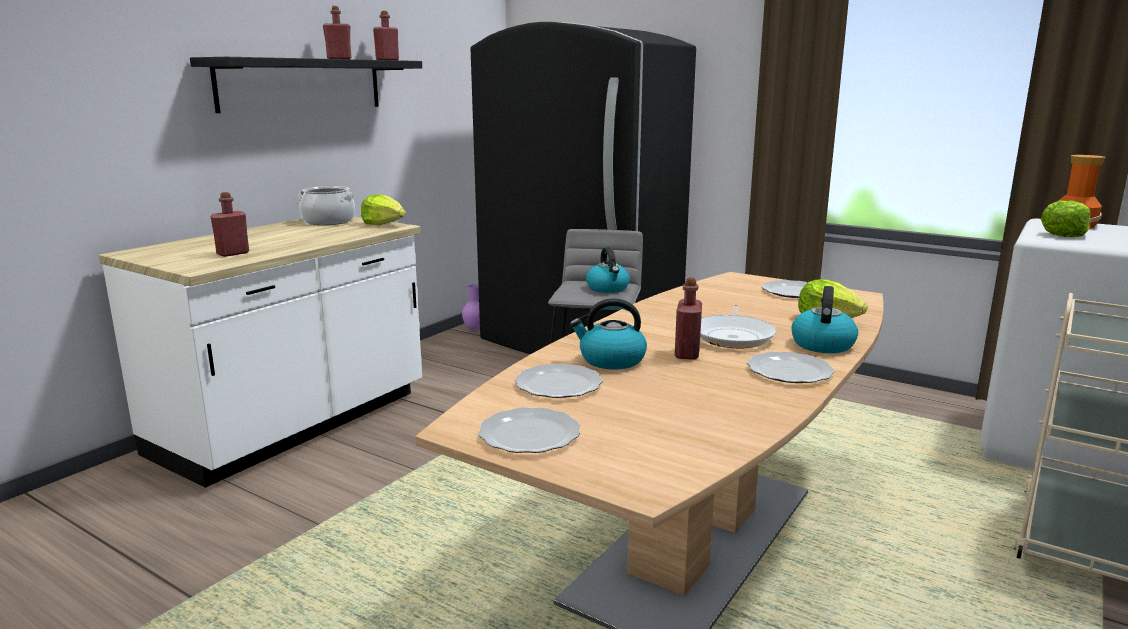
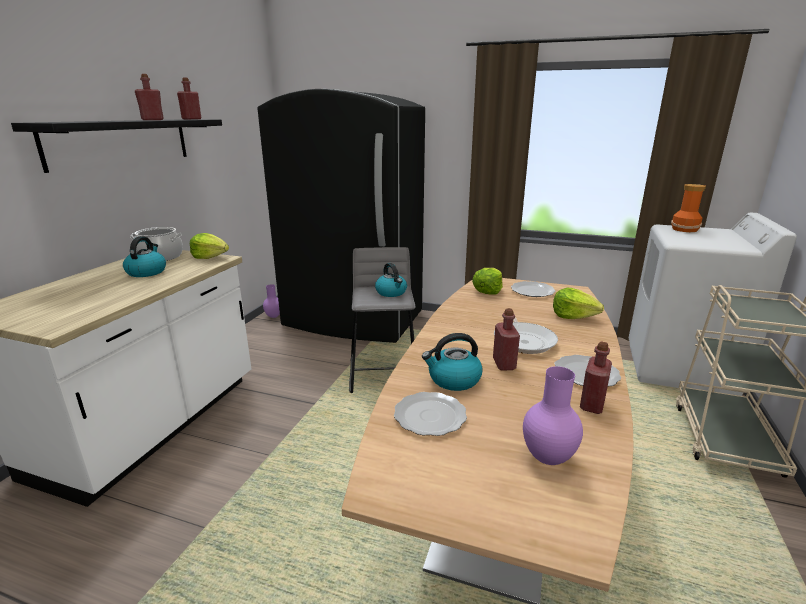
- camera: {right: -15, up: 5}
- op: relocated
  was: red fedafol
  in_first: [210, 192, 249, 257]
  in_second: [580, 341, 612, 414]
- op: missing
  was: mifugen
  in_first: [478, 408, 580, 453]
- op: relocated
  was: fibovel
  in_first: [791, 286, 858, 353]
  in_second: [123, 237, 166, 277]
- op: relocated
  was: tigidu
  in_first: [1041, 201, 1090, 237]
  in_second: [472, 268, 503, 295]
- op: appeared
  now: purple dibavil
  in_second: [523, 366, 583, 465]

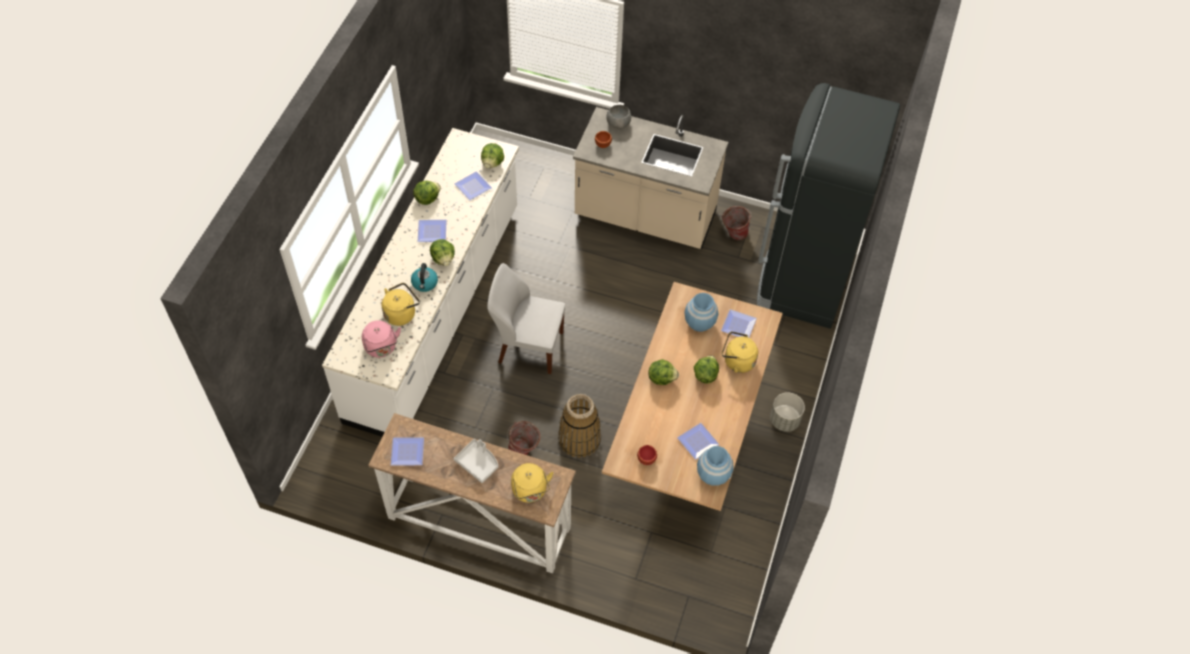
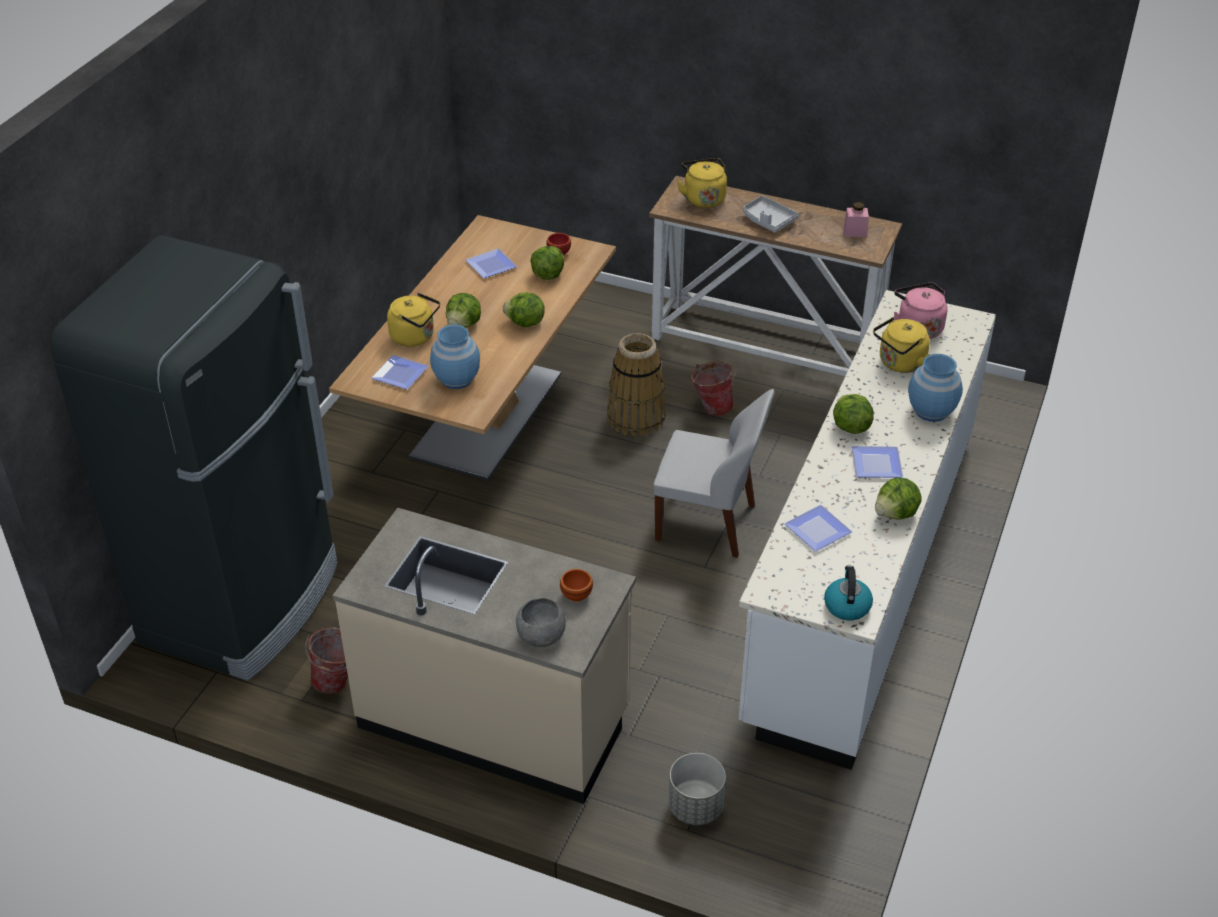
- camera: {right: -175, up: -15}
- op: exchanged
  was: mifugen
  now: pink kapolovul
  in_first: [391, 437, 424, 466]
  in_second: [844, 202, 869, 237]
- op: relocated
  was: fibovel
  in_first: [411, 263, 438, 292]
  in_second: [824, 565, 873, 621]
- op: relocated
  was: tigidu
  in_first: [481, 143, 504, 169]
  in_second: [531, 246, 564, 280]
- op: relocated
  was: blue dibavil
  in_first: [697, 446, 734, 486]
  in_second: [908, 354, 963, 422]
- op: relocated
  was: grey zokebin
  in_first: [770, 392, 805, 432]
  in_second: [669, 753, 726, 825]

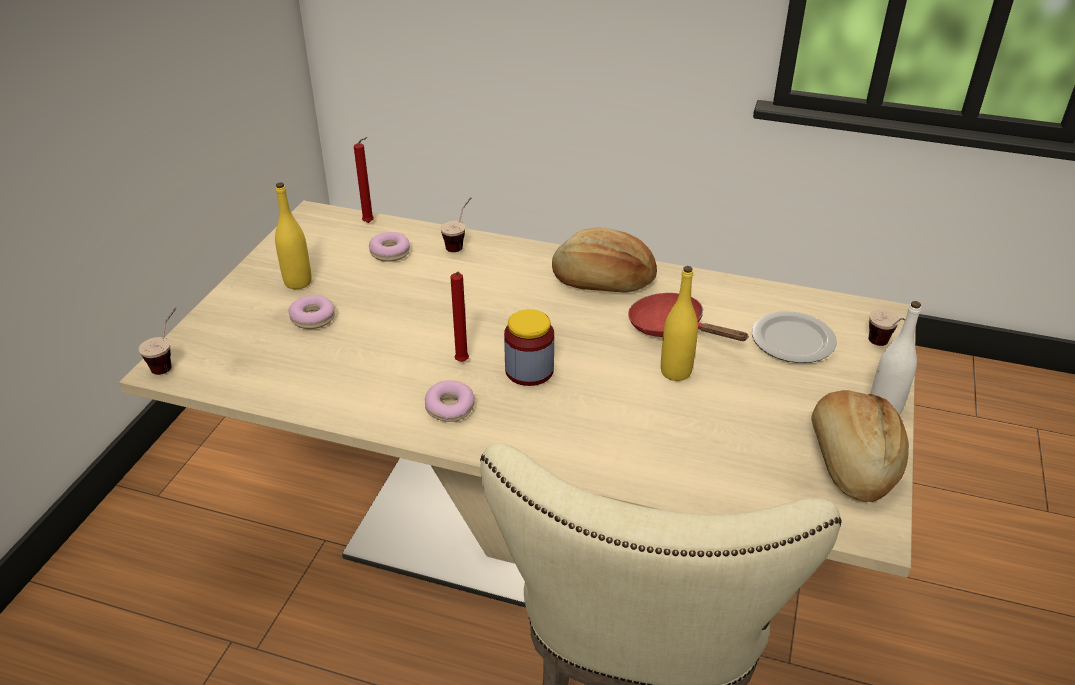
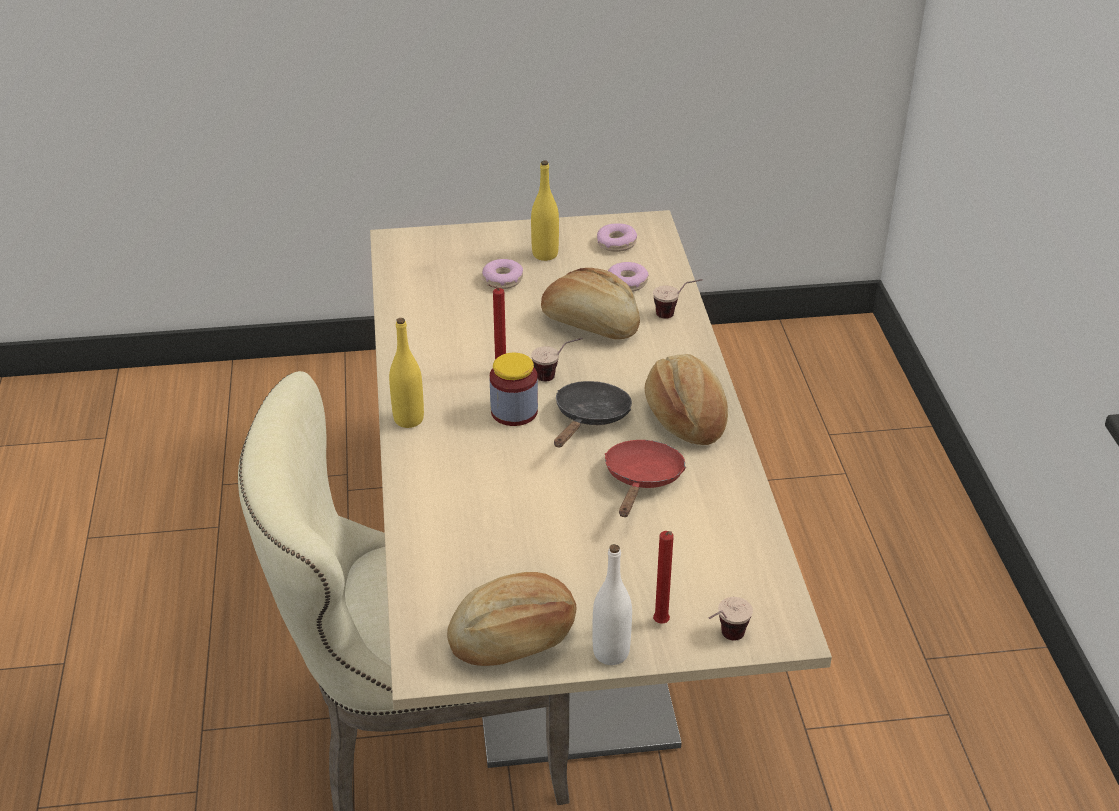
- camera: {right: 65, up: 0}
- op: relocated
  was: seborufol
  in_first: [139, 308, 176, 375]
  in_second: [531, 338, 583, 382]
- op: relocated
  was: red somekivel
  in_first: [354, 137, 374, 223]
  in_second: [653, 531, 674, 624]
- op: relocated
  was: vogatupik
  in_first: [425, 380, 475, 422]
  in_second: [597, 223, 637, 252]
- op: relocated
  was: yellow fedafol
  in_first: [661, 266, 698, 381]
  in_second: [389, 318, 424, 428]
- op: missing
  was: mifugen
  in_first: [752, 311, 837, 363]
- op: appeared
  now: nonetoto
  in_second: [541, 268, 640, 339]
- op: appeared
  now: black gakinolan
  in_second: [554, 381, 632, 447]

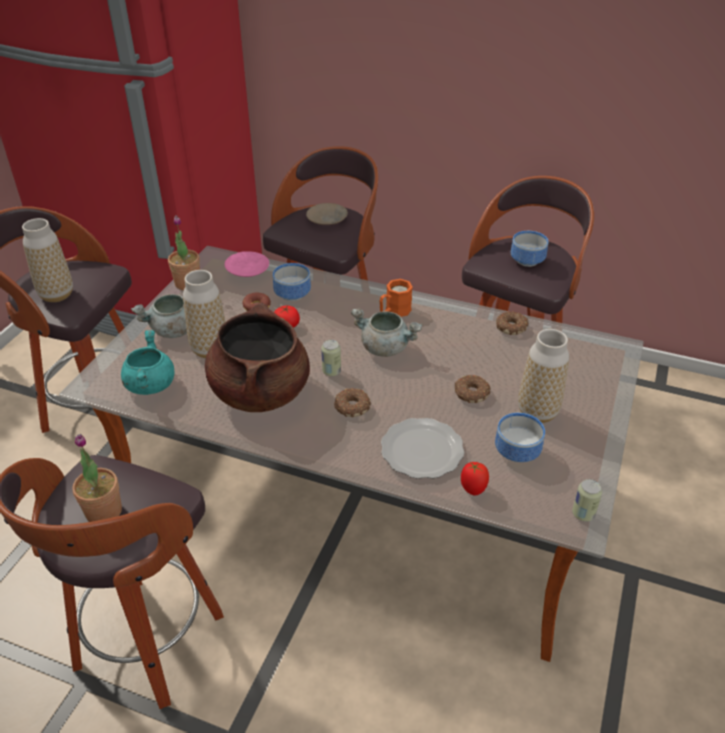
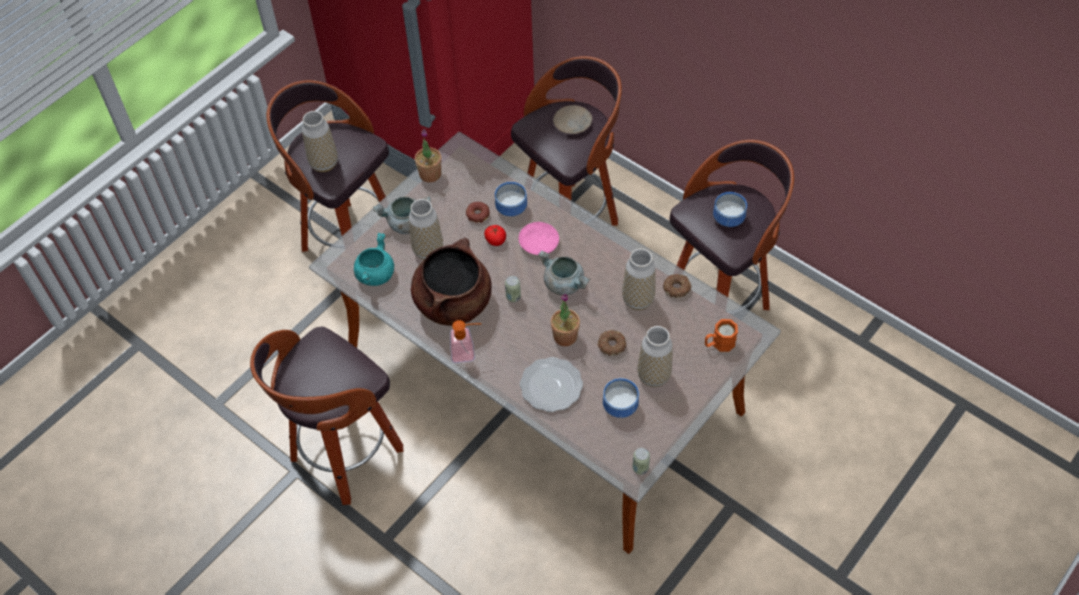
- camera: {right: 20, up: 15}
- op: relocated
  was: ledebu
  in_first: [72, 434, 122, 522]
  in_second: [551, 293, 580, 346]
- op: relocated
  was: pink mifugen
  in_first: [224, 251, 269, 277]
  in_second: [519, 222, 559, 255]
- op: missing
  was: vogatupik
  in_first: [334, 388, 371, 417]
- op: relocated
  was: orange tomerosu
  in_first: [380, 279, 413, 317]
  in_second: [705, 319, 738, 352]
- op: missing
  was: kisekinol
  in_first: [461, 461, 489, 496]
- op: appeared
  now: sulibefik
  in_second: [450, 320, 481, 363]
- op: appeared
  now: dibavil
  in_second: [622, 249, 656, 310]

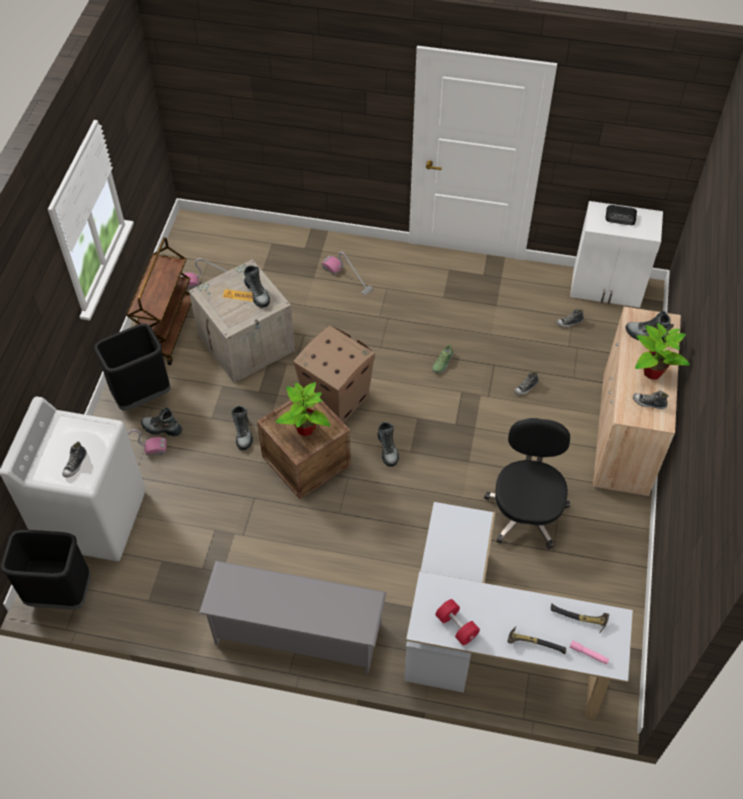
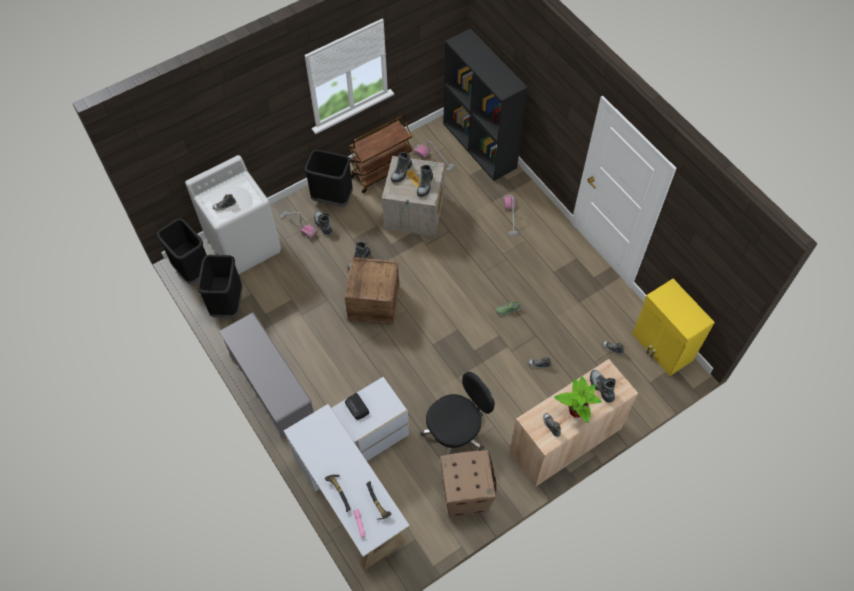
- camera: {right: 45, up: 5}
- op: missing
  was: ledebu
  in_first: [276, 382, 330, 436]
- op: relocated
  was: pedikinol
  in_first: [293, 325, 375, 423]
  in_second: [441, 450, 496, 517]
- op: relocated
  was: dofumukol
  in_first: [378, 422, 399, 467]
  in_second: [391, 152, 412, 183]
- op: missing
  was: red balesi
  in_first: [435, 599, 480, 645]
- op: colour
  was: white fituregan
  now: yellow fituregan
  in_first: [570, 201, 663, 307]
  in_second: [632, 279, 715, 376]
- op: relocated
  was: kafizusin
  in_first: [606, 205, 637, 225]
  in_second: [345, 393, 369, 420]
- op: appeared
  now: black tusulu
  in_second: [197, 255, 242, 318]
- op: appeared
  now: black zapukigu
  in_second: [443, 28, 528, 181]

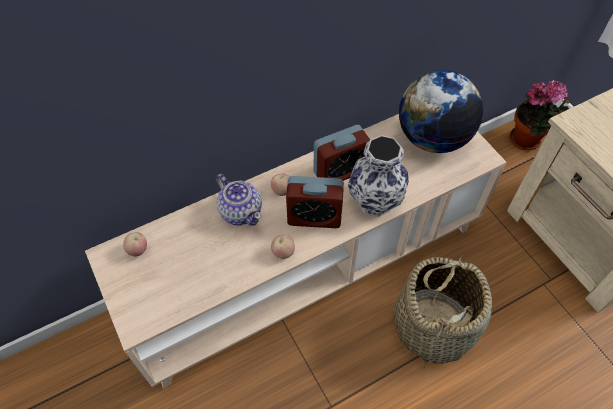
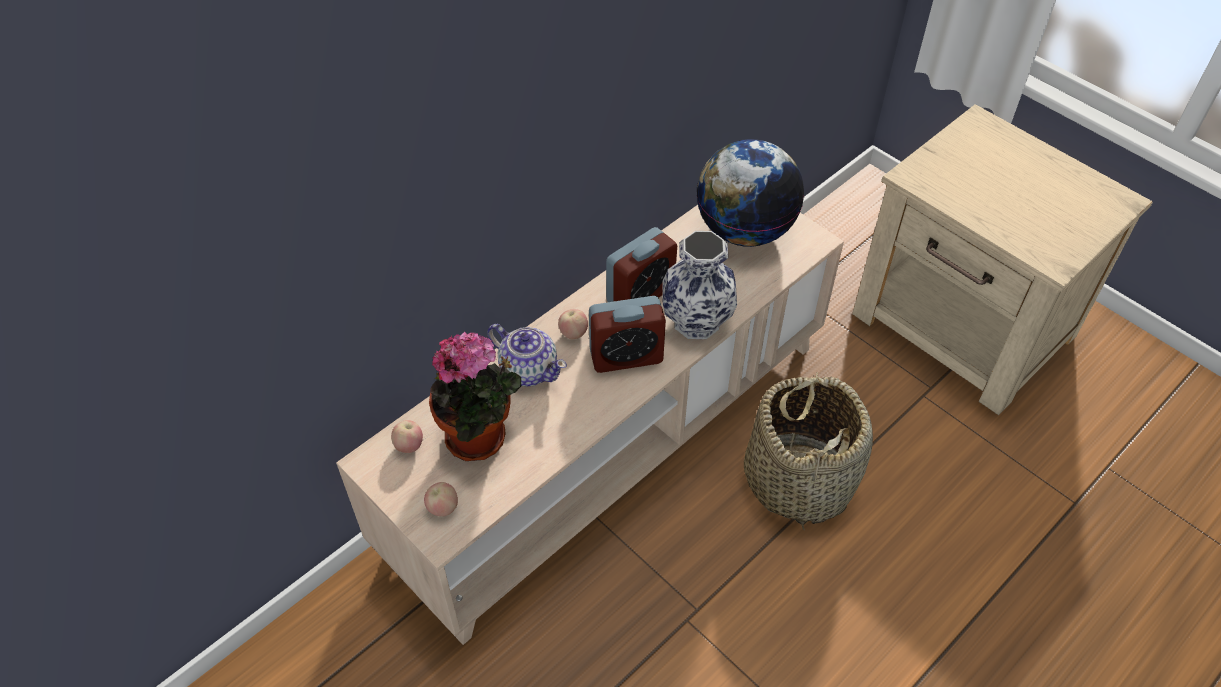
- camera: {right: -15, up: -5}
- op: relocated
  was: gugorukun
  in_first: [271, 235, 295, 259]
  in_second: [424, 482, 458, 517]
- op: relocated
  was: ledebu
  in_first: [509, 80, 569, 150]
  in_second: [429, 332, 521, 461]

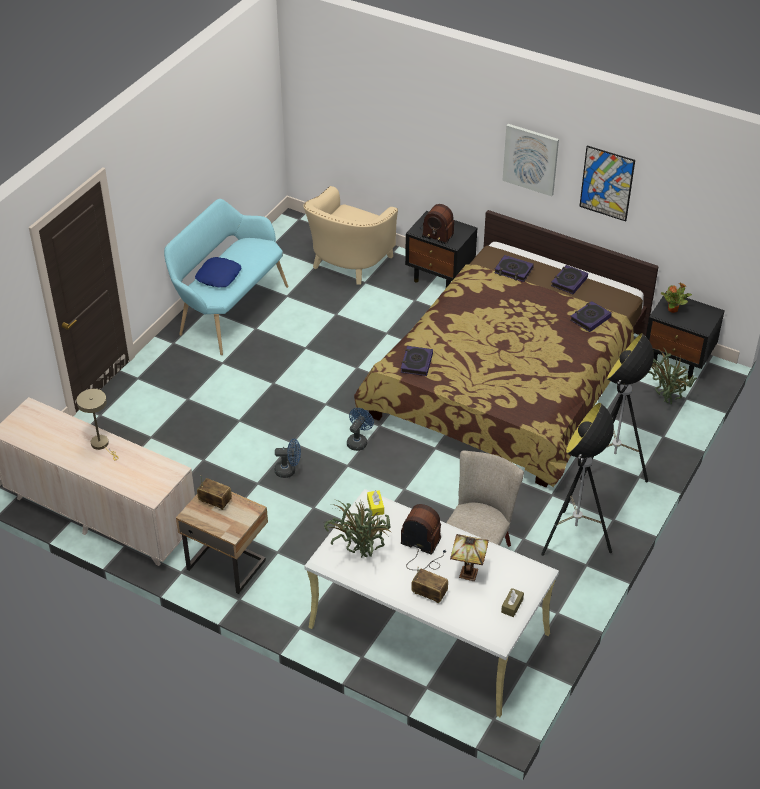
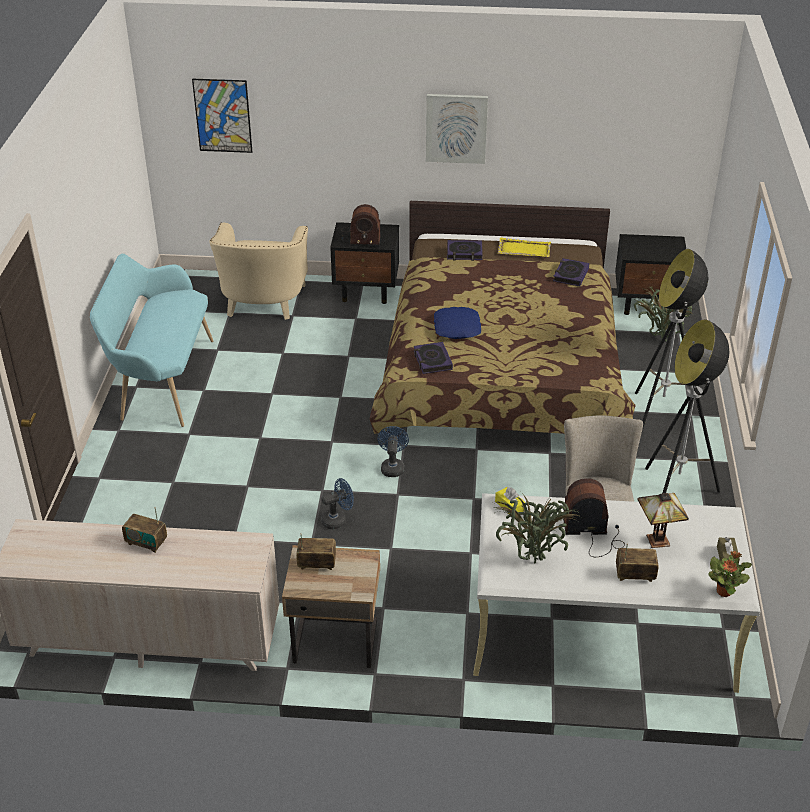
- camera: {right: -25, up: -5}
- op: exchanged
  was: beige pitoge
  now: kafizusin
  in_first: [76, 389, 119, 460]
  in_second: [122, 507, 167, 553]
- op: relocated
  was: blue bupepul
  in_first: [195, 257, 241, 287]
  in_second: [434, 307, 481, 339]
- op: exchanged
  was: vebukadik
  now: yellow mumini
  in_first: [551, 265, 588, 294]
  in_second: [498, 238, 551, 257]
- op: relocated
  was: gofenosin
  in_first: [579, 146, 635, 221]
  in_second: [192, 79, 252, 153]
- op: relocated
  was: ledebu
  in_first: [661, 283, 692, 313]
  in_second: [708, 551, 752, 597]

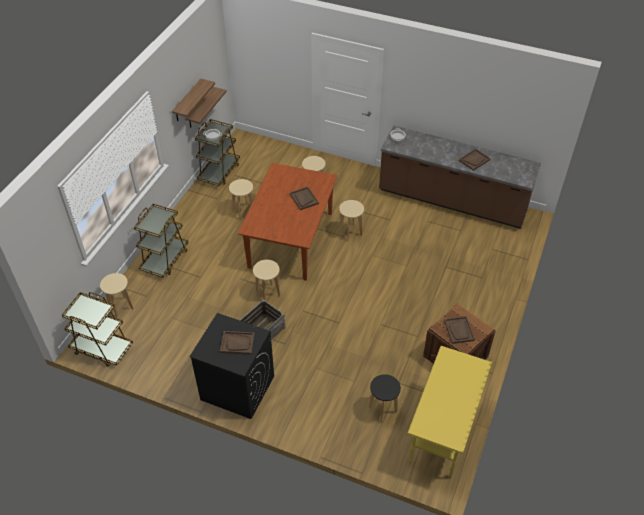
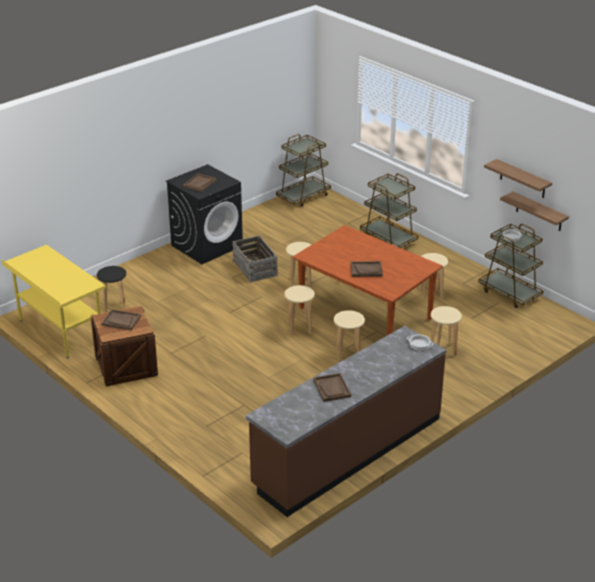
- camera: {right: 115, up: -15}
- op: relocated
  was: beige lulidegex
  in_first: [100, 273, 134, 317]
  in_second: [285, 285, 315, 335]

